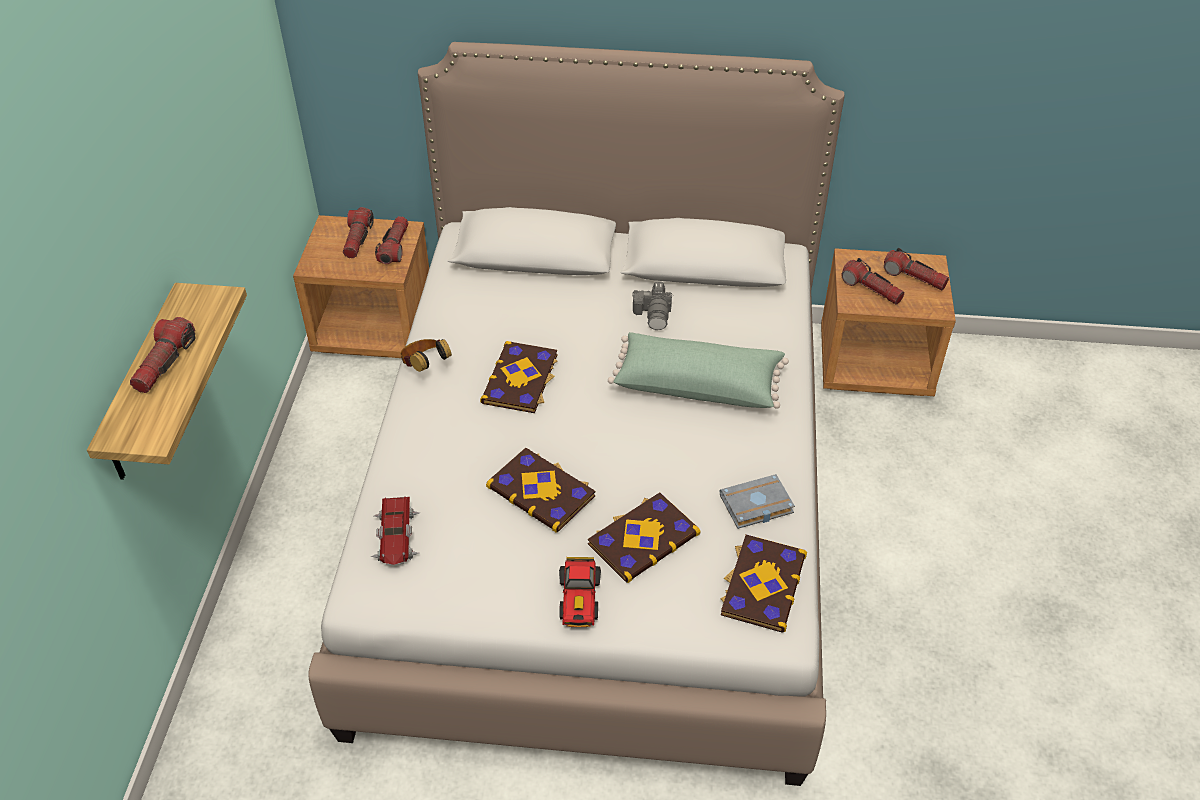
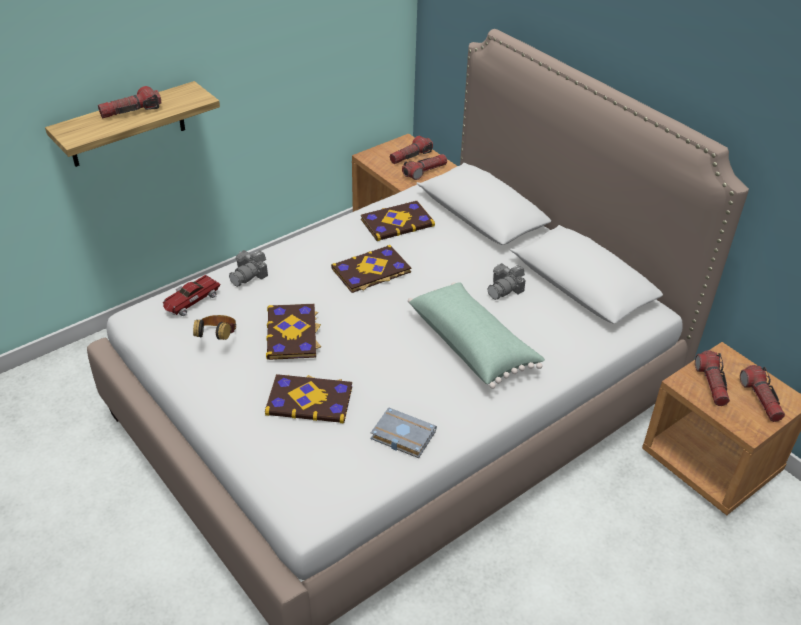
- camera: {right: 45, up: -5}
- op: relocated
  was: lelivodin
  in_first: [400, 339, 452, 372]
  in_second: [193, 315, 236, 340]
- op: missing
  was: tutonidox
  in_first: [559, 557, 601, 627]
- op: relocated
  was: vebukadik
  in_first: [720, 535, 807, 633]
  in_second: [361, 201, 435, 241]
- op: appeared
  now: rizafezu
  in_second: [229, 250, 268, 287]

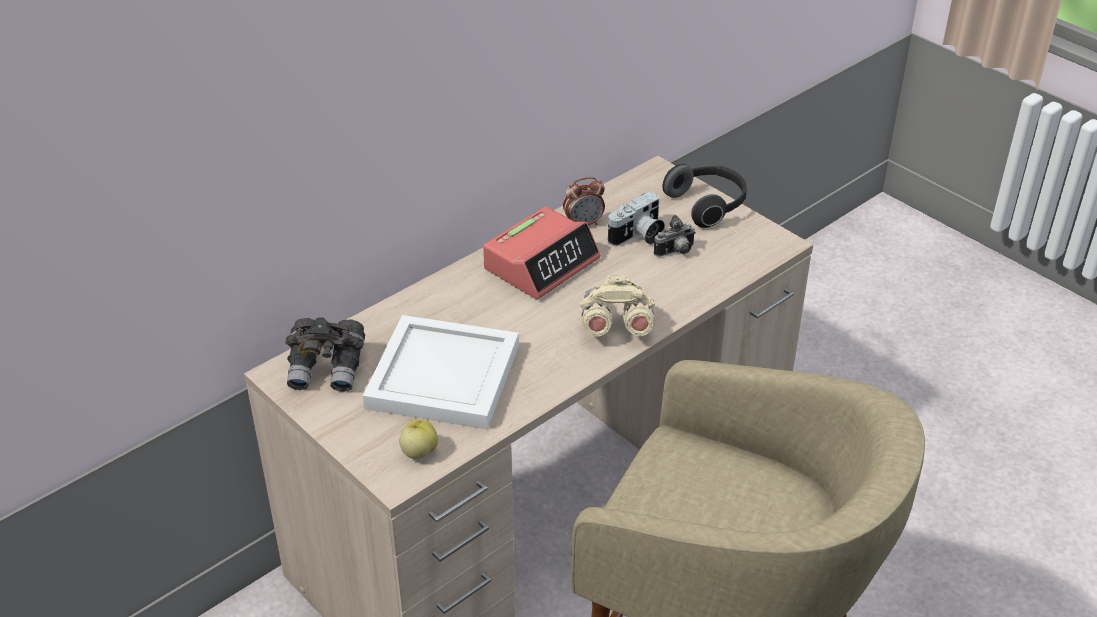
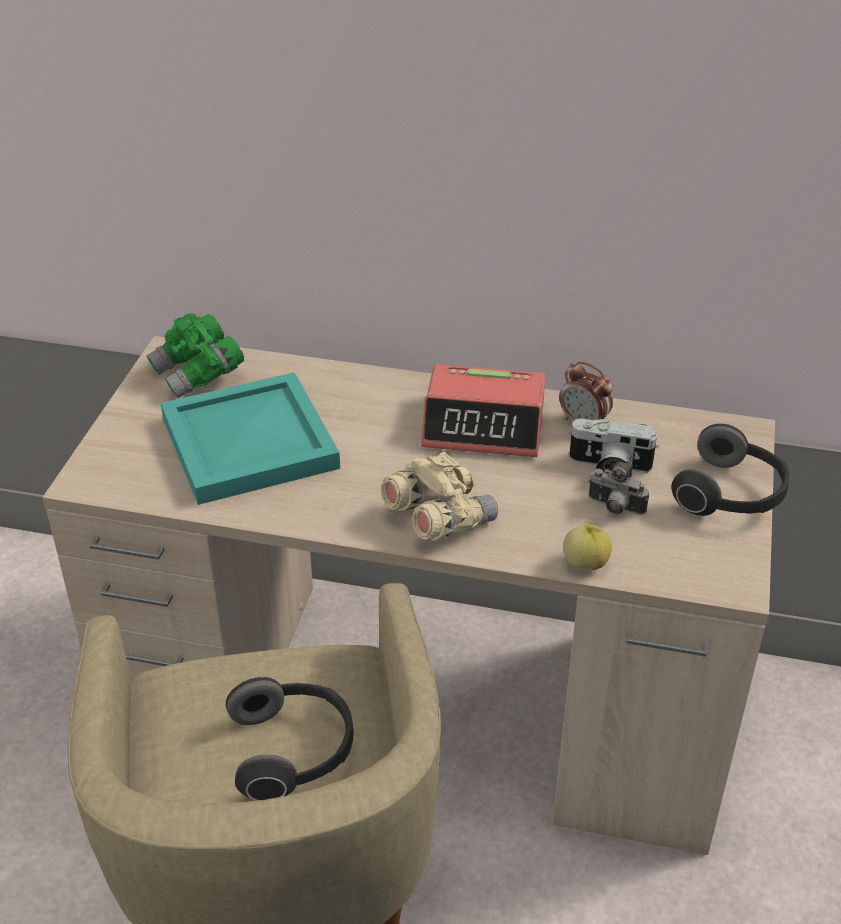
- camera: {right: 55, up: 0}
- op: colour
  was: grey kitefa
  now: green kitefa
  in_first: [285, 317, 365, 392]
  in_second: [146, 313, 244, 398]
- op: colour
  was: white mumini
  now: turquoise mumini
  in_first: [363, 315, 519, 430]
  in_second: [161, 372, 340, 505]
- op: relocated
  was: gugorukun
  in_first: [399, 419, 438, 459]
  in_second: [563, 525, 612, 570]
- op: appeared
  now: lelivodin
  in_second: [226, 677, 353, 801]

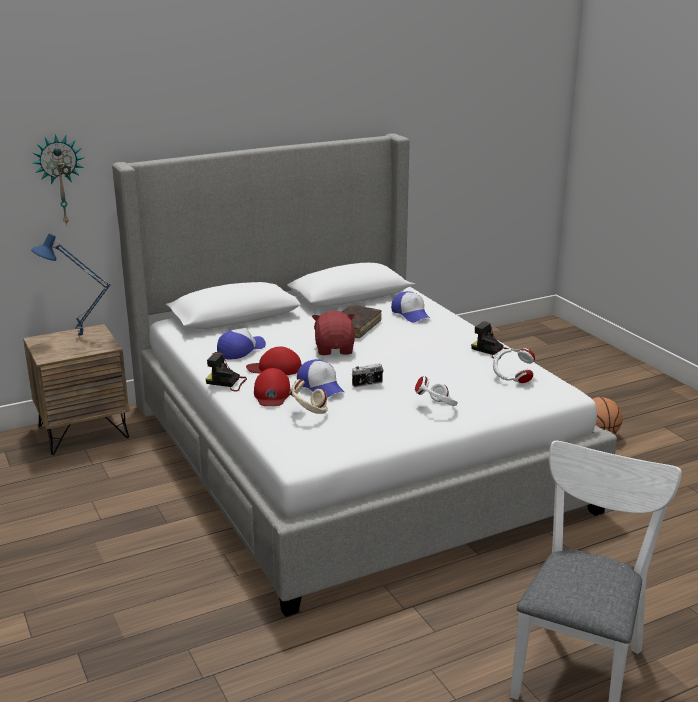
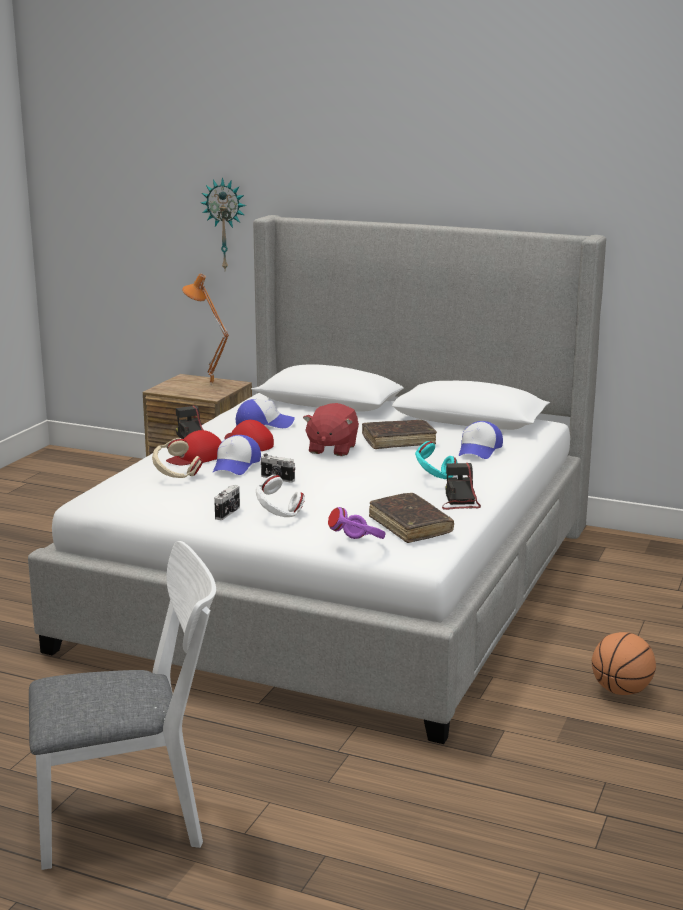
- camera: {right: 50, up: -5}
- op: colour
  was: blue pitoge
  now: orange pitoge
  in_first: [31, 233, 111, 338]
  in_second: [182, 273, 229, 386]
- op: spun
  was: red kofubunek
  in_first: [312, 311, 355, 355]
  in_second: [303, 403, 359, 456]
  clockwise: 150
- op: exchanged
  was: white lelivodin
  now: brown vebukadik
  in_first: [493, 348, 535, 383]
  in_second: [369, 493, 454, 543]
- op: appeared
  now: rizafezu
  in_second: [214, 485, 240, 520]
- op: appeared
  now: purple lelivodin
  in_second: [328, 507, 386, 539]
- op: appeared
  now: turquoise lelivodin
  in_second: [415, 441, 458, 479]

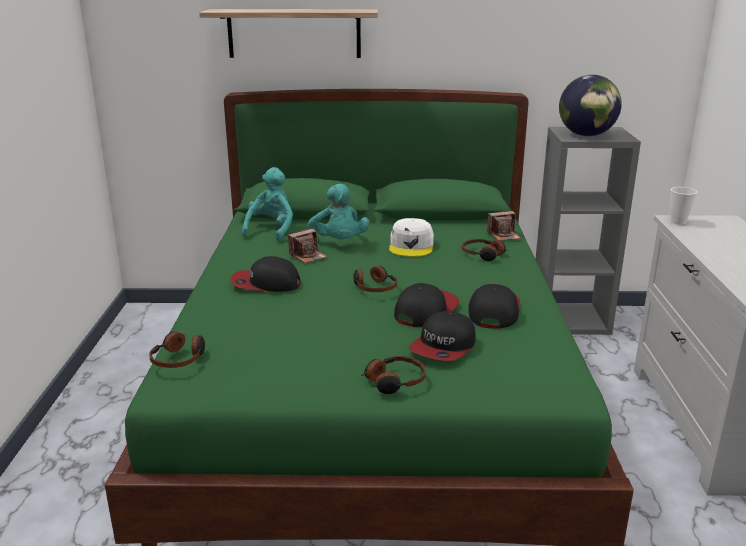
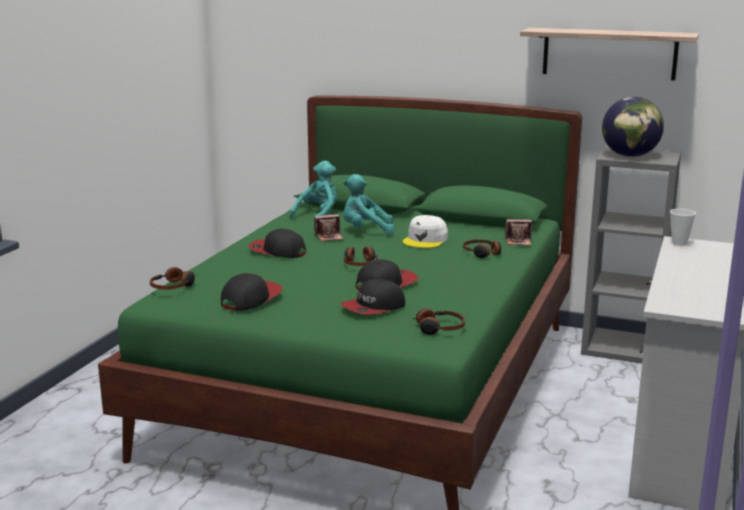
- camera: {right: 20, up: -5}
- op: relocated
  was: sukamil
  in_first: [199, 9, 378, 58]
  in_second: [520, 28, 699, 80]
- op: spun
  was: turquoise kofubunek
  in_first: [307, 184, 370, 239]
  in_second: [343, 174, 394, 235]
  clockwise: 90
- op: relocated
  was: lelivodin
  in_first: [361, 356, 426, 394]
  in_second: [413, 309, 465, 335]
- op: relocated
  was: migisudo
  in_first: [468, 284, 520, 329]
  in_second: [221, 273, 282, 310]

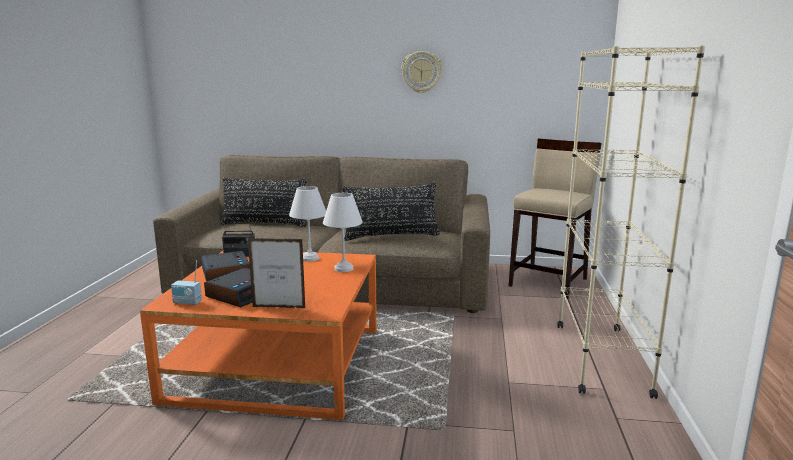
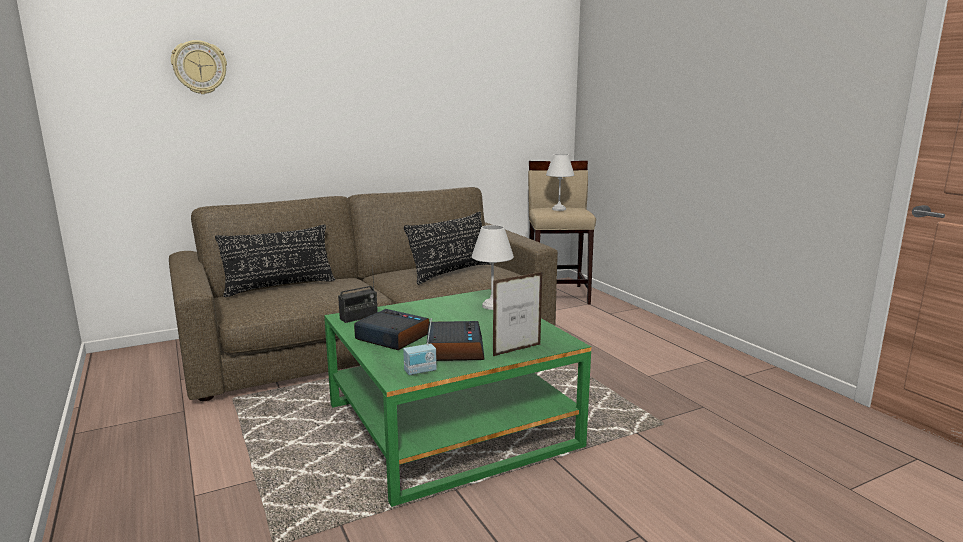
- camera: {right: -35, up: 0}
- op: colour
  was: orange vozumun
  now: green vozumun
  in_first: [140, 251, 377, 420]
  in_second: [324, 289, 591, 507]
- op: relocated
  was: white pitoge
  in_first: [289, 186, 326, 262]
  in_second: [546, 154, 574, 211]
- op: relocated
  was: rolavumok
  in_first: [401, 51, 442, 93]
  in_second: [171, 40, 227, 94]
- op: missing
  was: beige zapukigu
  in_first: [557, 46, 705, 399]

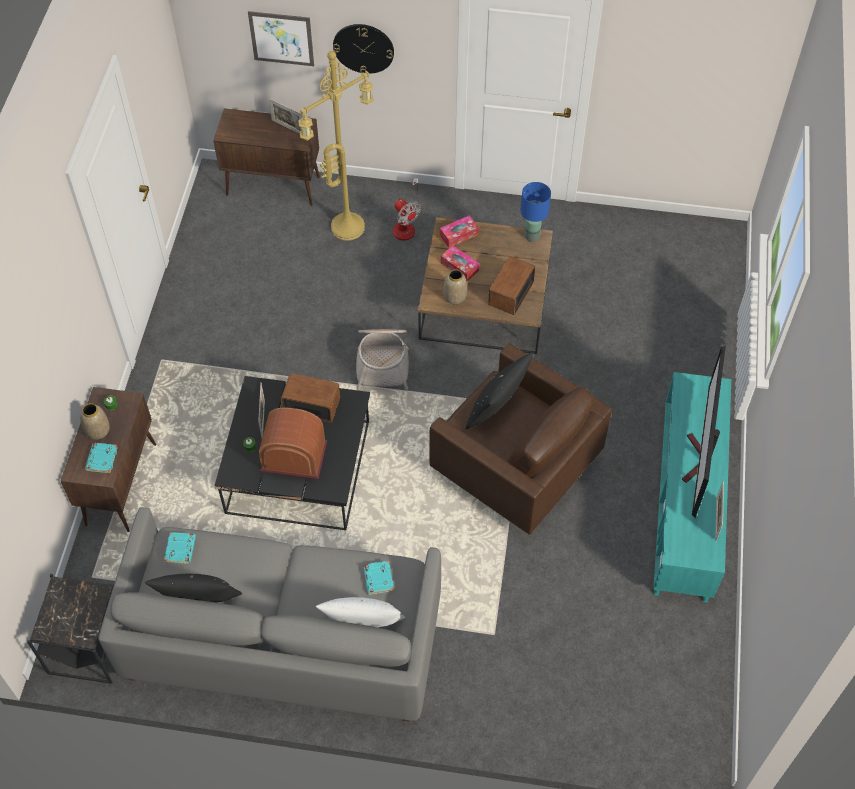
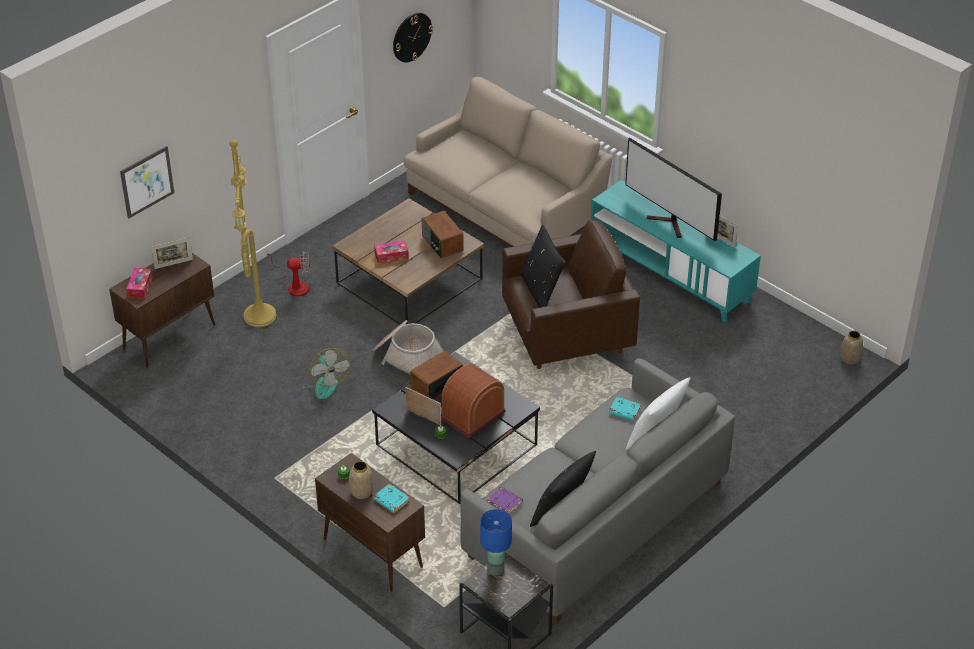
- camera: {right: -55, up: -15}
- op: colour
  was: turquoise vebukadik
  now: purple vebukadik
  in_first: [164, 532, 196, 564]
  in_second: [487, 486, 523, 514]
- op: relocated
  was: rolavumok
  in_first: [333, 24, 394, 74]
  in_second: [393, 13, 433, 62]
- op: relocated
  was: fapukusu
  in_first: [440, 215, 479, 248]
  in_second: [126, 268, 153, 299]
- op: relocated
  was: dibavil
  in_first: [443, 269, 467, 304]
  in_second: [840, 330, 863, 364]
- op: relocated
  was: blue pitoge
  in_first: [520, 182, 551, 242]
  in_second: [480, 509, 512, 576]
- op: appeared
  now: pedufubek
  in_second: [298, 348, 350, 399]
- op: appeared
  now: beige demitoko
  in_second: [404, 77, 612, 247]

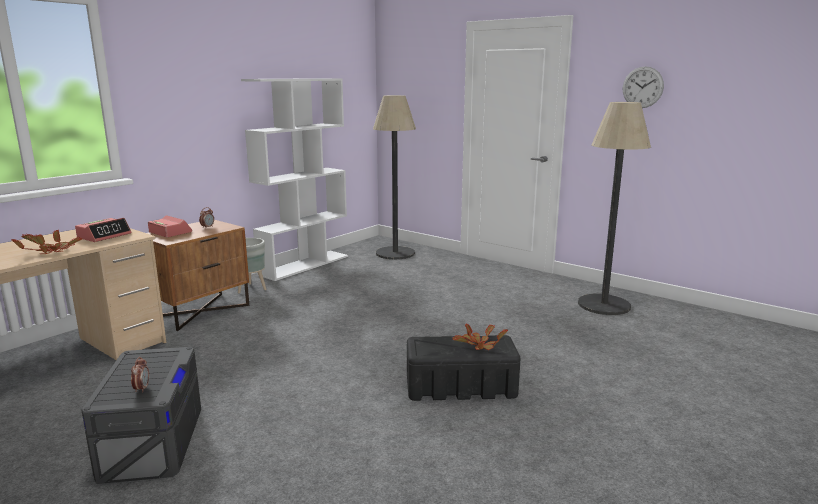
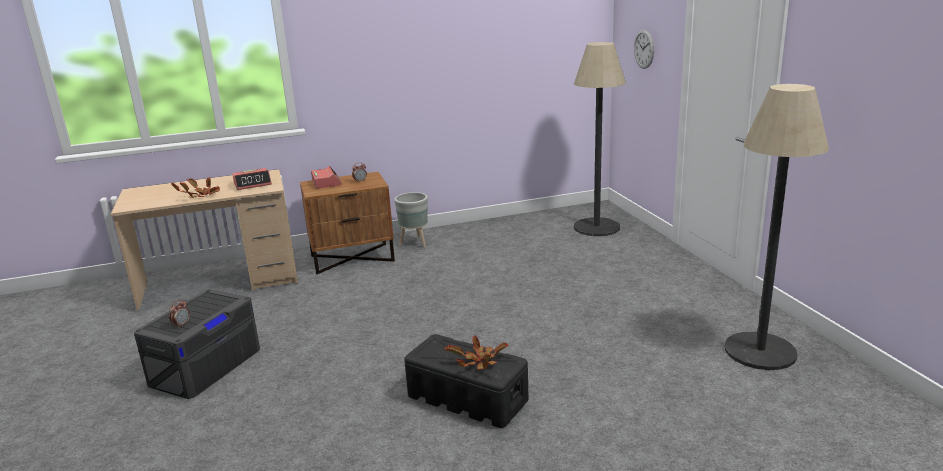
- camera: {right: 35, up: 5}
- op: missing
  was: white zapukigu
  in_first: [241, 78, 348, 281]
- op: relocated
  was: rolavumok
  in_first: [623, 66, 664, 108]
  in_second: [634, 30, 654, 69]

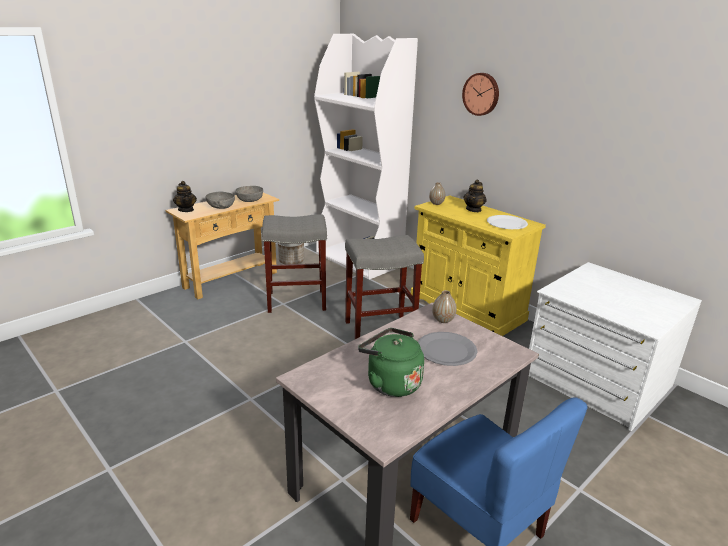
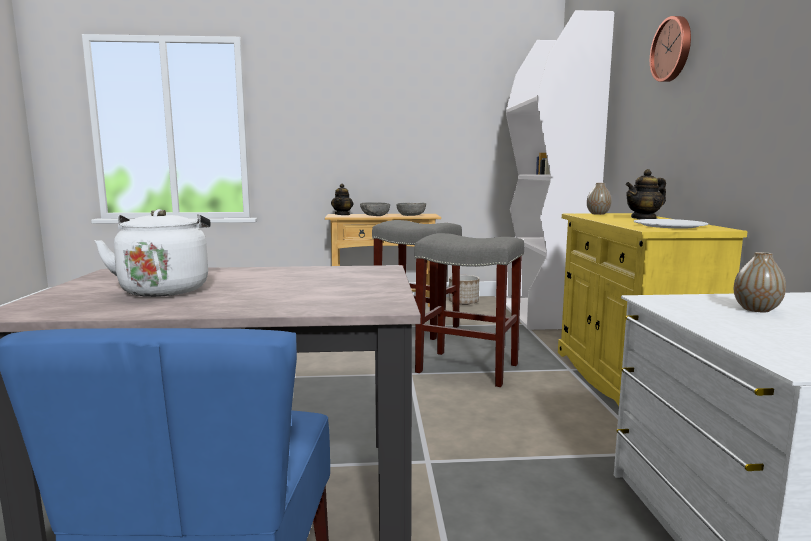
- camera: {right: 40, up: -15}
- op: colour
  was: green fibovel
  now: white fibovel
  in_first: [358, 328, 424, 397]
  in_second: [94, 209, 211, 297]
- op: missing
  was: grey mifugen
  in_first: [418, 332, 478, 366]
- op: relocated
  was: dibavil
  in_first: [432, 290, 457, 323]
  in_second: [734, 252, 786, 312]

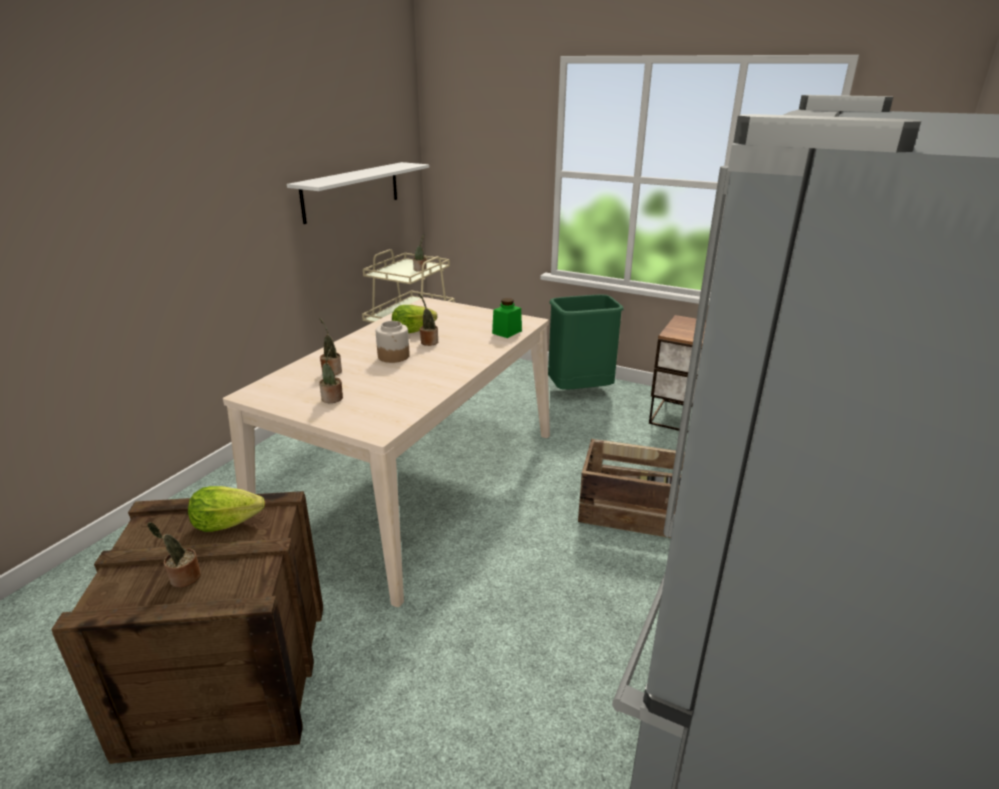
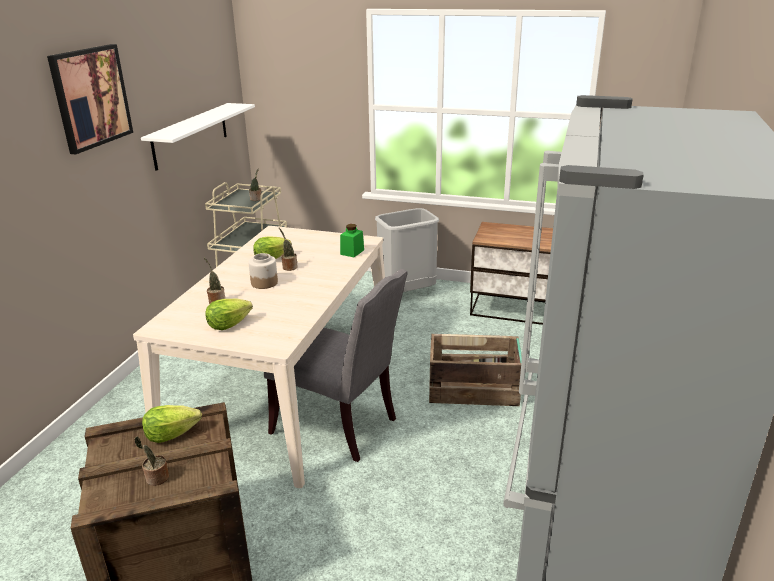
- camera: {right: -10, up: 0}
- op: exchanged
  was: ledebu
  now: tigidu
  in_first: [319, 348, 343, 403]
  in_second: [206, 298, 253, 330]
- op: colour
  was: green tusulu
  now: grey tusulu
  in_first: [548, 294, 624, 390]
  in_second: [375, 208, 439, 292]
- op: appeared
  now: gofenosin
  in_second: [47, 44, 133, 154]
- op: appeared
  now: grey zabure
  in_second: [264, 269, 407, 462]

